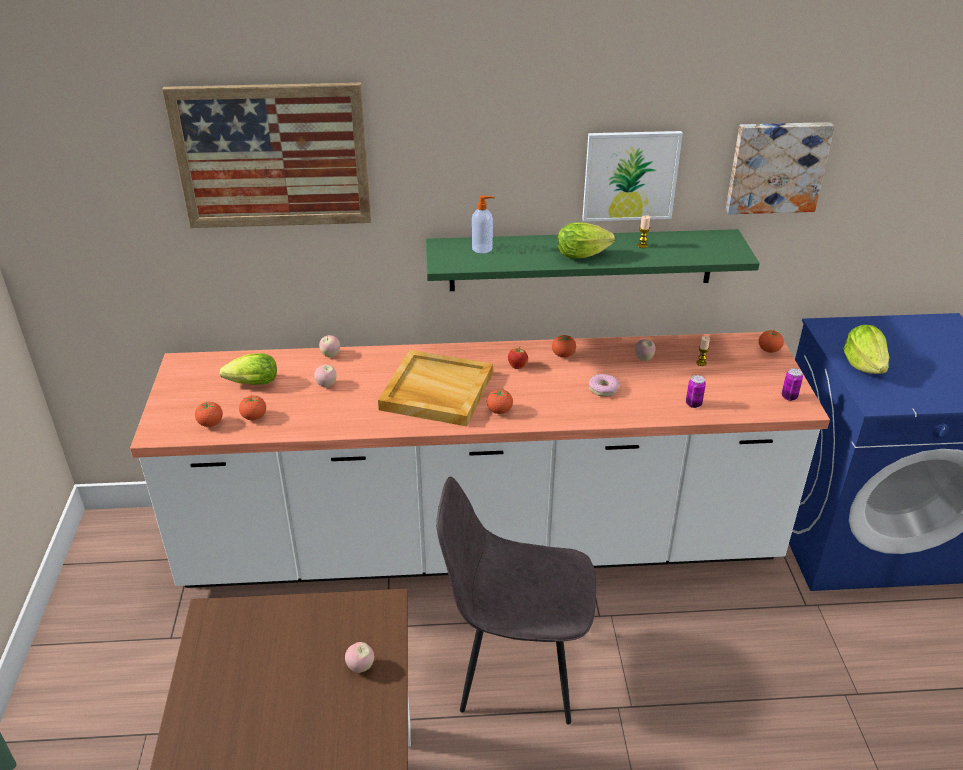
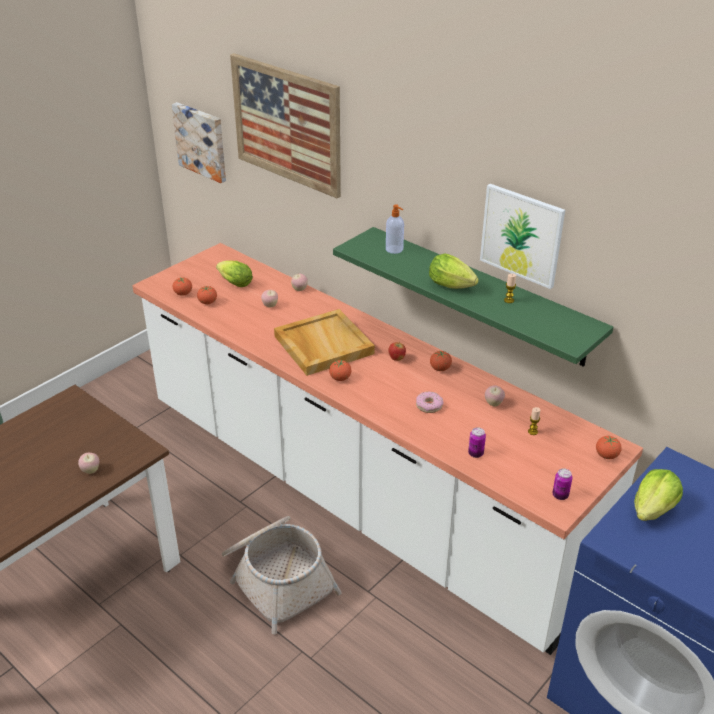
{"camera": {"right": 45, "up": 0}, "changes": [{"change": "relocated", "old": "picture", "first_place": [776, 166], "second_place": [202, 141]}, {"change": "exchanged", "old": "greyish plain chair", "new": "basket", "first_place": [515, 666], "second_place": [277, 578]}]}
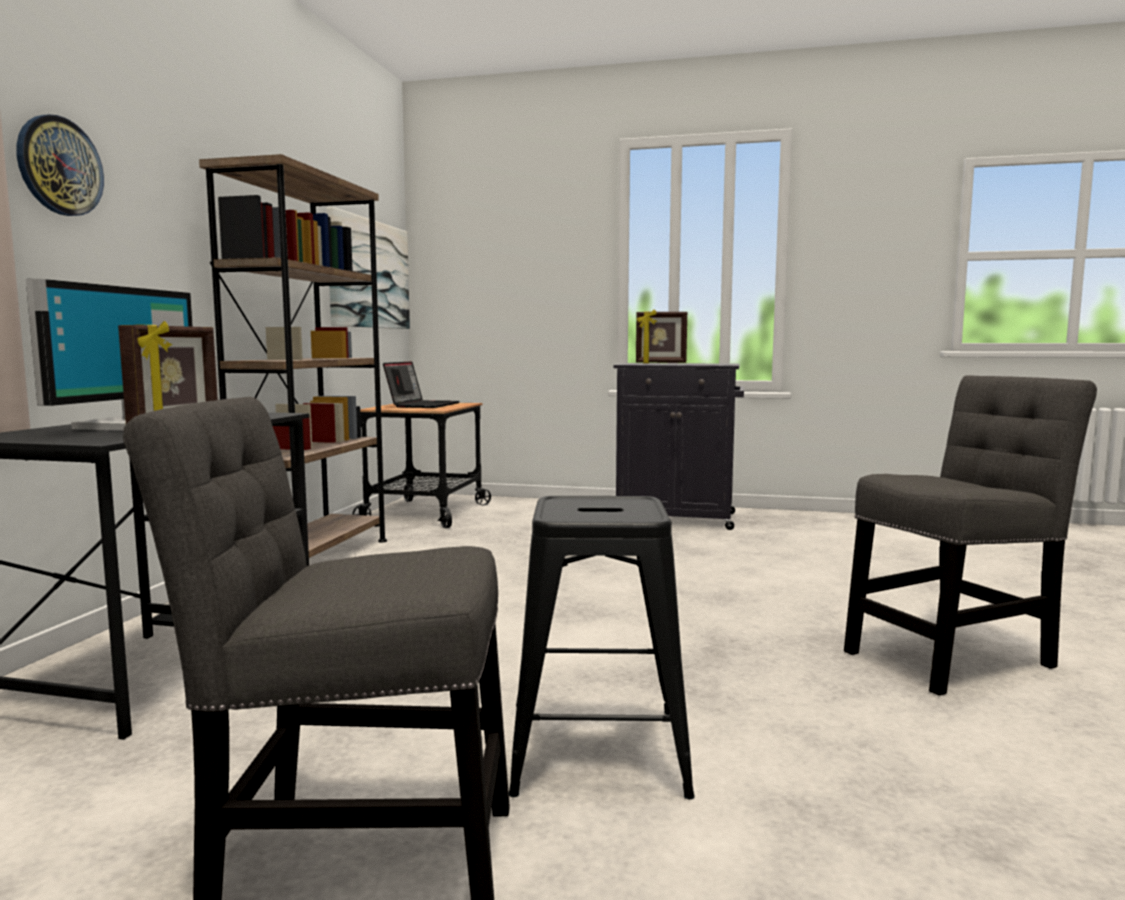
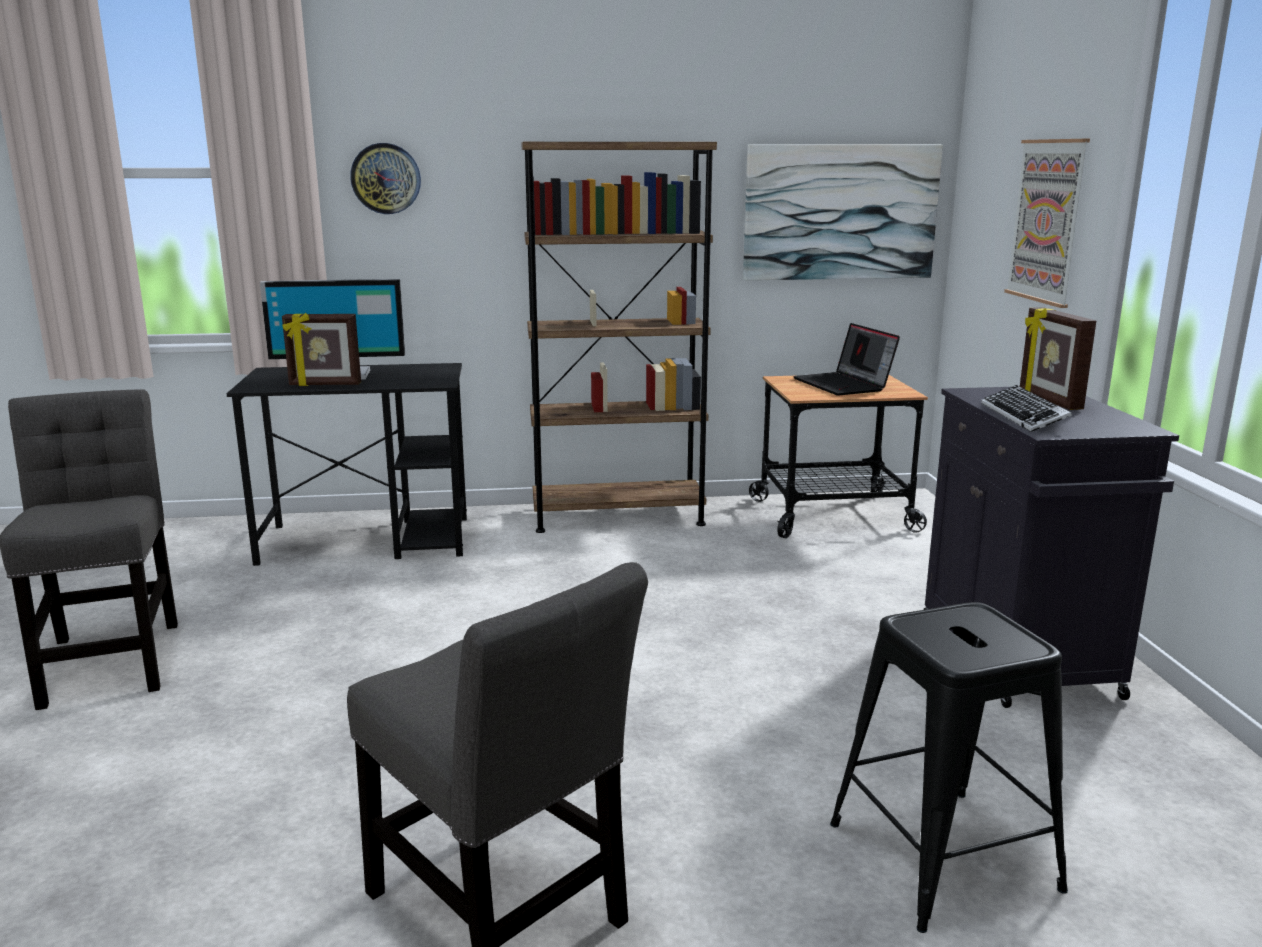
{"camera": {"right": 70, "up": 10}, "changes": [{"change": "spun", "old": "notebook computer", "first_place": [422, 405], "second_place": [844, 385], "degrees": 75}, {"change": "relocated", "old": "black sitting stool", "first_place": [599, 750], "second_place": [944, 857]}, {"change": "appeared", "new": "PC keyboard", "second_place": [1023, 416]}, {"change": "appeared", "new": "picture", "second_place": [1047, 221]}]}
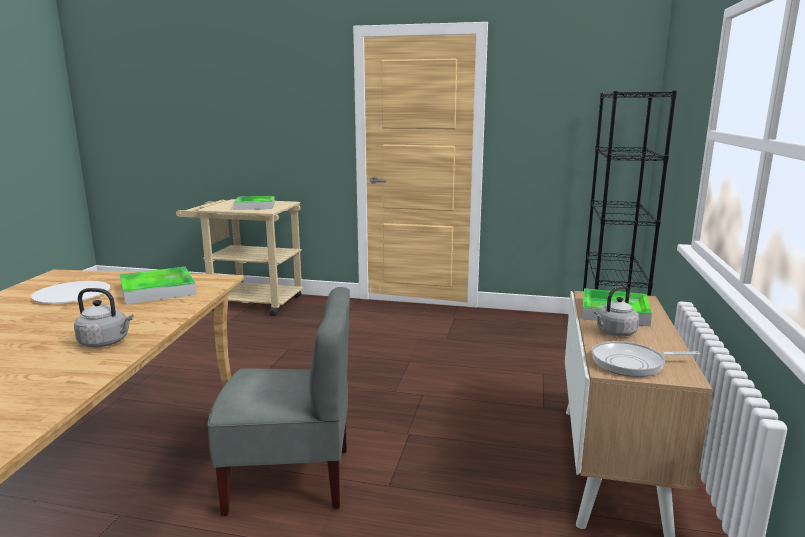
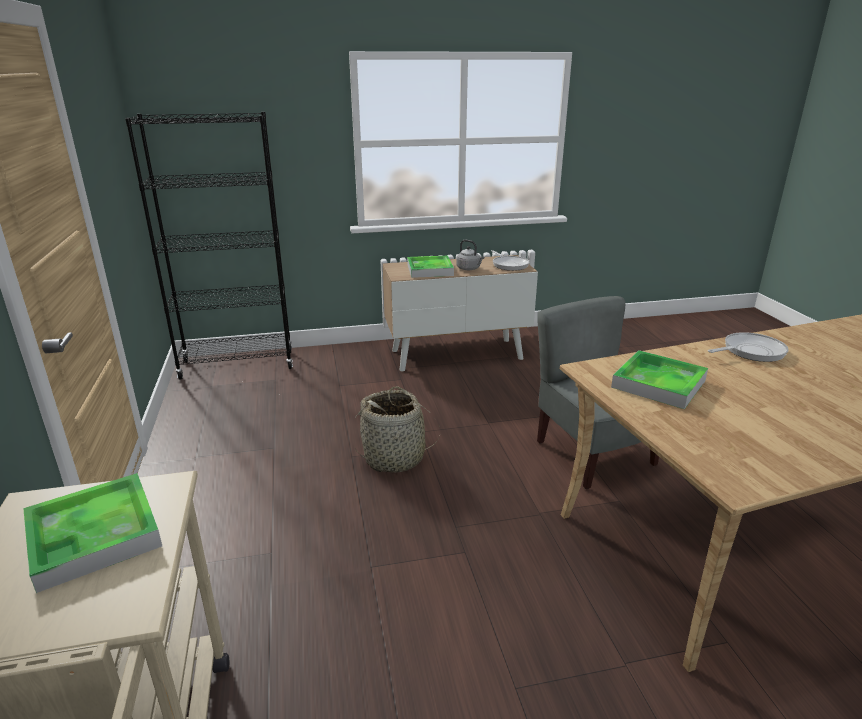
{"camera": {"right": -115, "up": 10}, "changes": [{"change": "appeared", "new": "basket", "second_place": [395, 458]}, {"change": "exchanged", "old": "greyish kettle", "new": "pan", "first_place": [106, 342], "second_place": [750, 351]}, {"change": "missing", "old": "white plate", "first_place": [72, 294]}]}
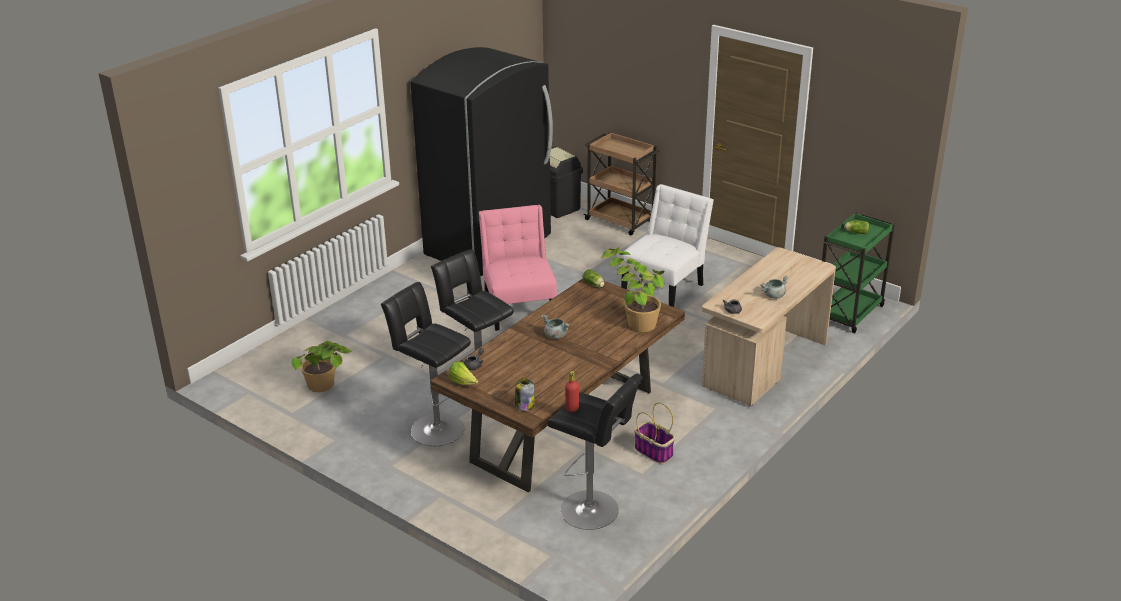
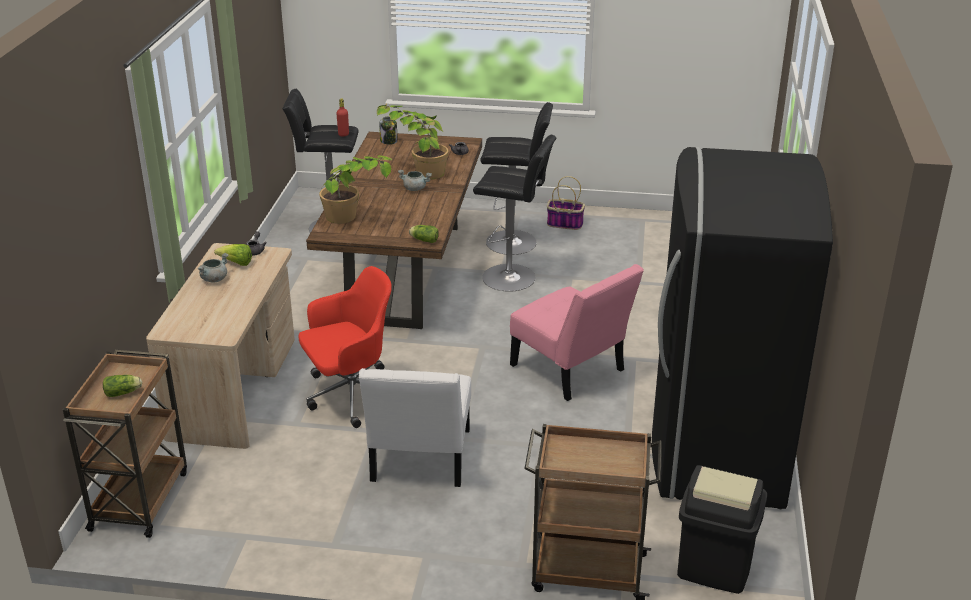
{"camera": {"right": 150, "up": 0}, "changes": [{"change": "colour", "old": "green-coloured cart", "new": "brownish cart", "first_place": [848, 314], "second_place": [140, 499]}, {"change": "relocated", "old": "lettuce", "first_place": [463, 382], "second_place": [236, 263]}, {"change": "appeared", "new": "red office chair", "second_place": [351, 396]}, {"change": "relocated", "old": "houseplant", "first_place": [326, 391], "second_place": [417, 170]}, {"change": "relocated", "old": "basket", "first_place": [654, 452], "second_place": [564, 224]}]}
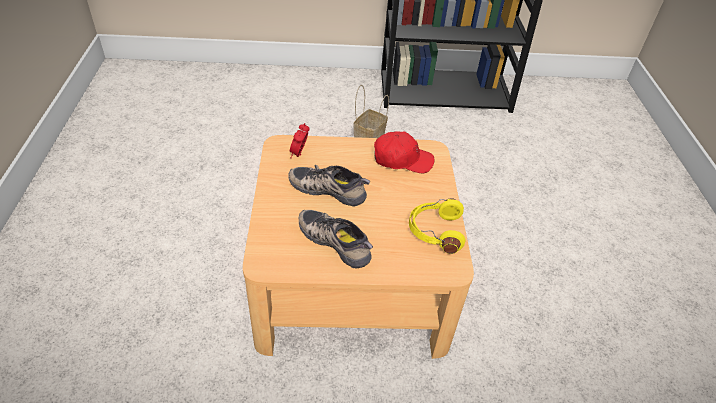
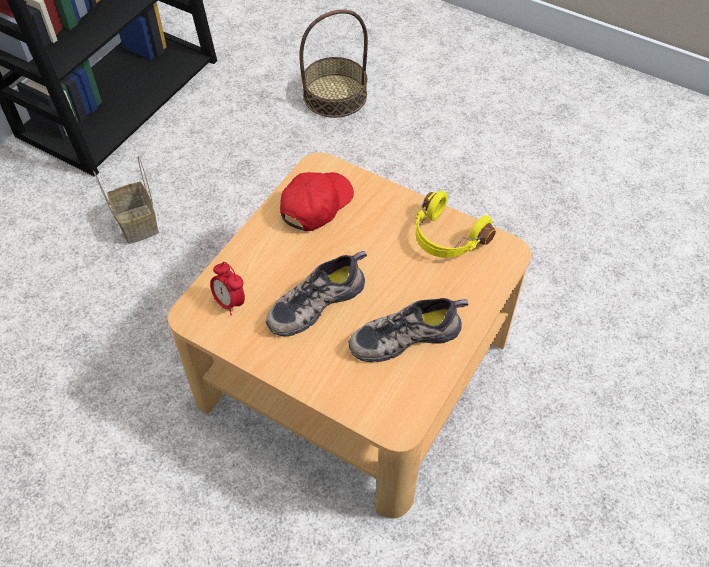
{"camera": {"right": -55, "up": 10}, "changes": [{"change": "appeared", "new": "basket", "second_place": [335, 95]}]}
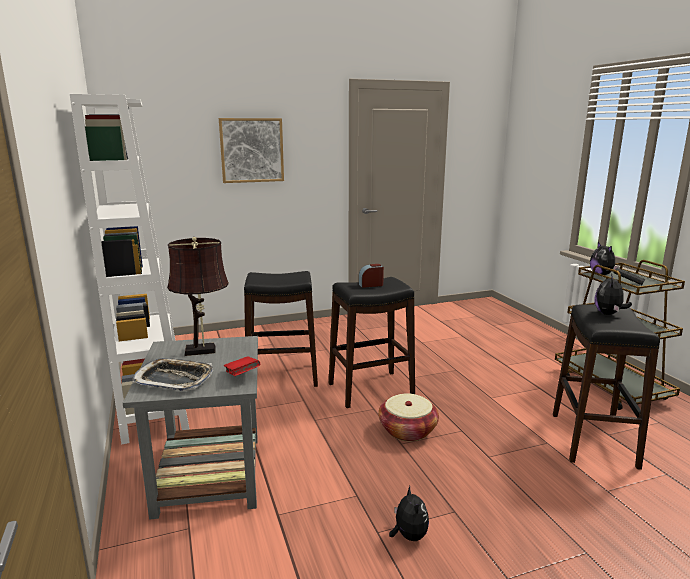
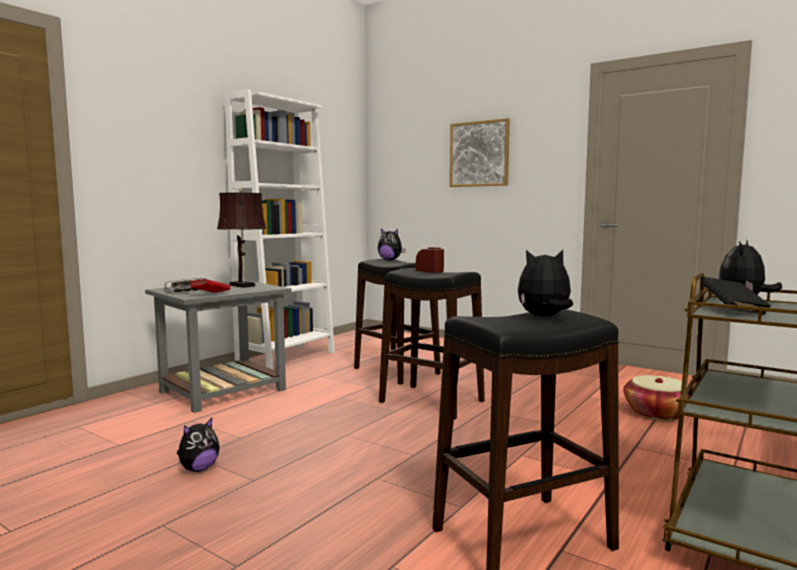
{"camera": {"right": 55, "up": -10}, "changes": [{"change": "appeared", "new": "soft toy", "second_place": [390, 260]}, {"change": "relocated", "old": "basket", "first_place": [407, 430], "second_place": [657, 413]}]}
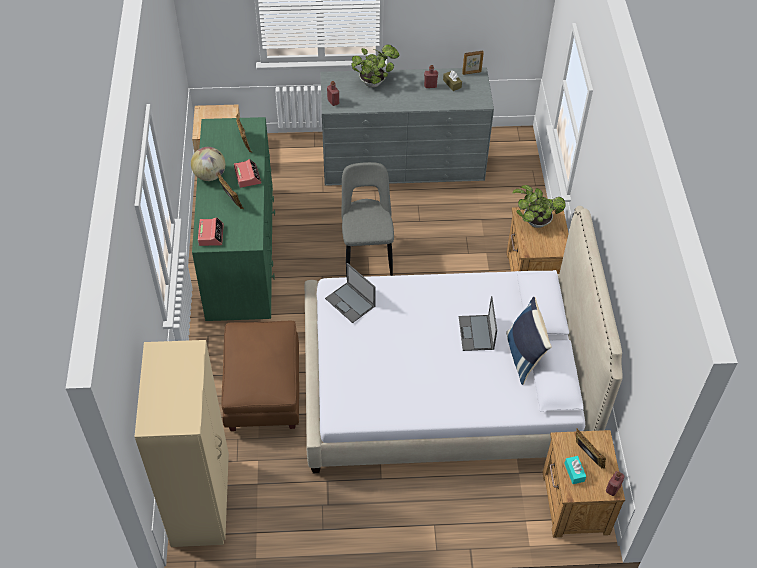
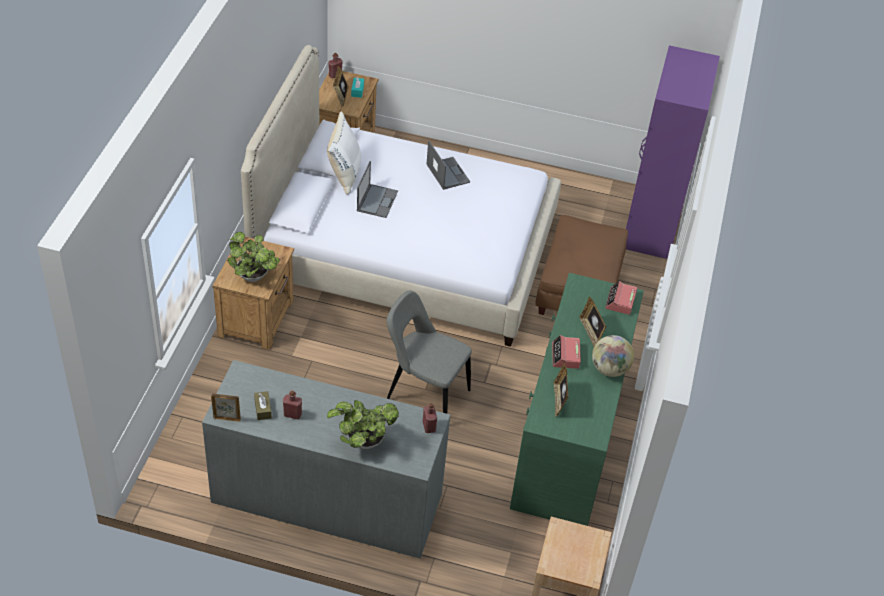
{"camera": {"right": -165, "up": -5}, "changes": [{"change": "colour", "old": "blue pillow", "new": "white pillow", "first_place": [524, 356], "second_place": [344, 173]}, {"change": "spun", "old": "greyish plain chair", "first_place": [367, 253], "second_place": [424, 393], "degrees": 105}, {"change": "relocated", "old": "notebook computer", "first_place": [350, 302], "second_place": [447, 173]}, {"change": "colour", "old": "sand-coloured clothes cupboard", "new": "purplish clothes cupboard", "first_place": [201, 500], "second_place": [651, 226]}]}
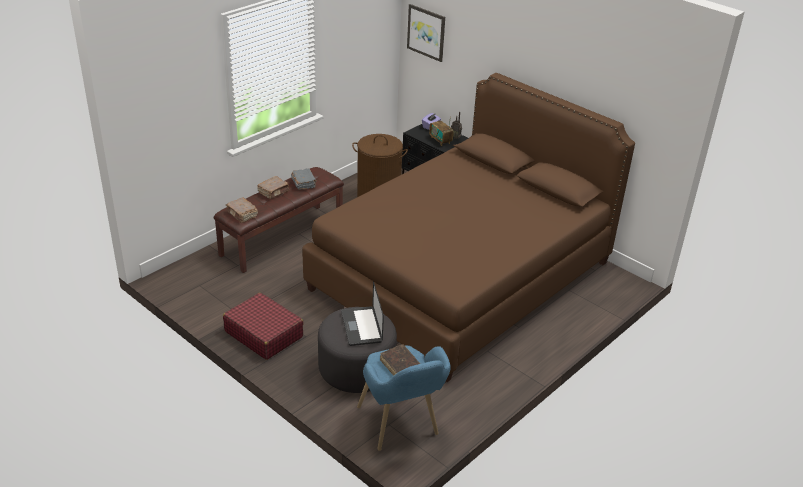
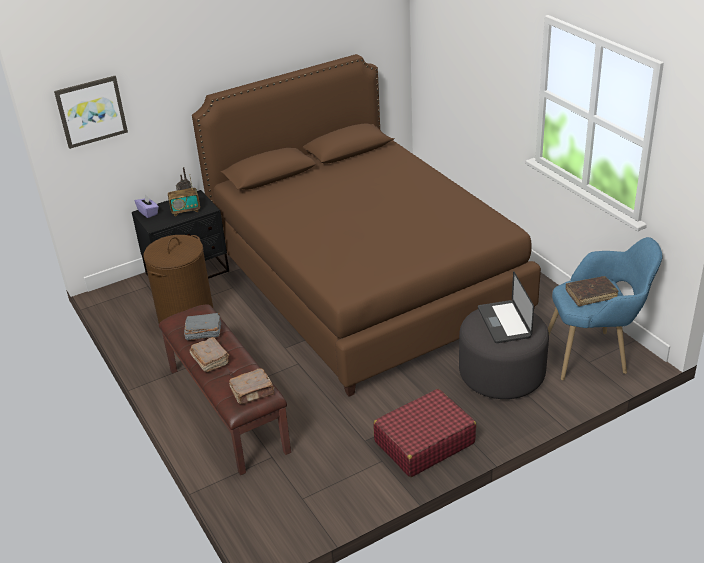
{"camera": {"right": -70, "up": 0}, "changes": [{"change": "spun", "old": "notebook computer", "first_place": [361, 327], "second_place": [504, 322], "degrees": 75}]}
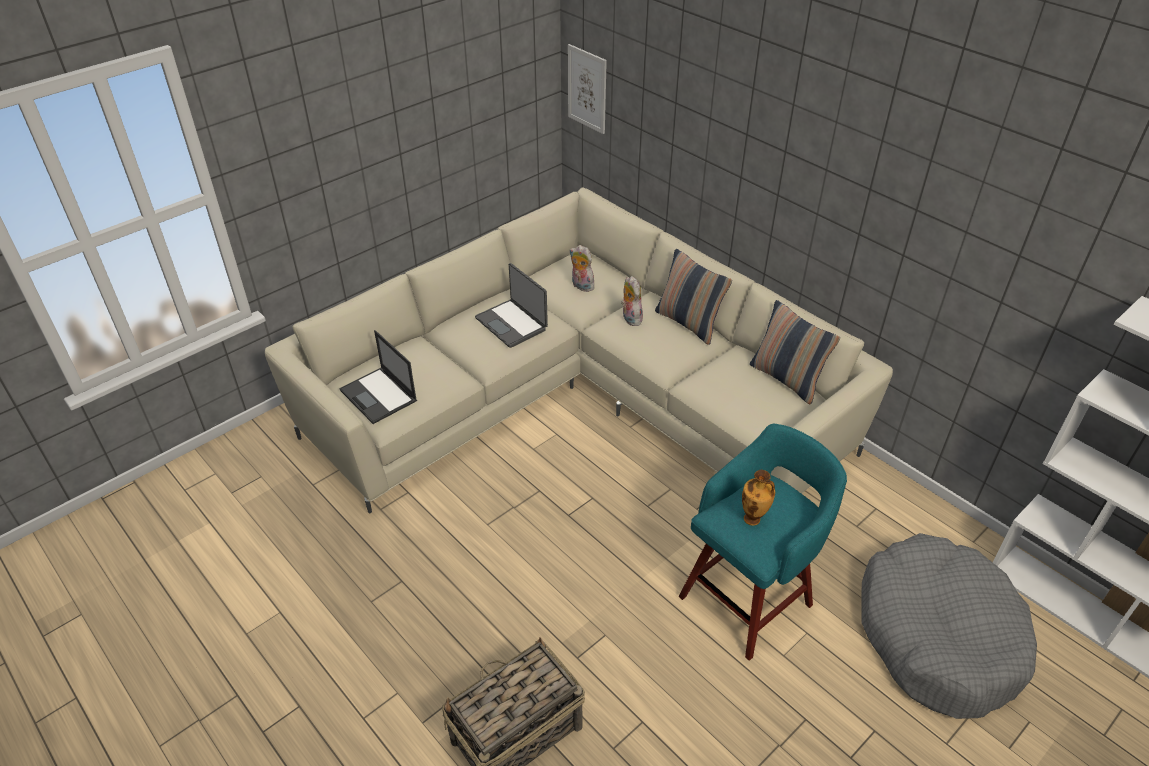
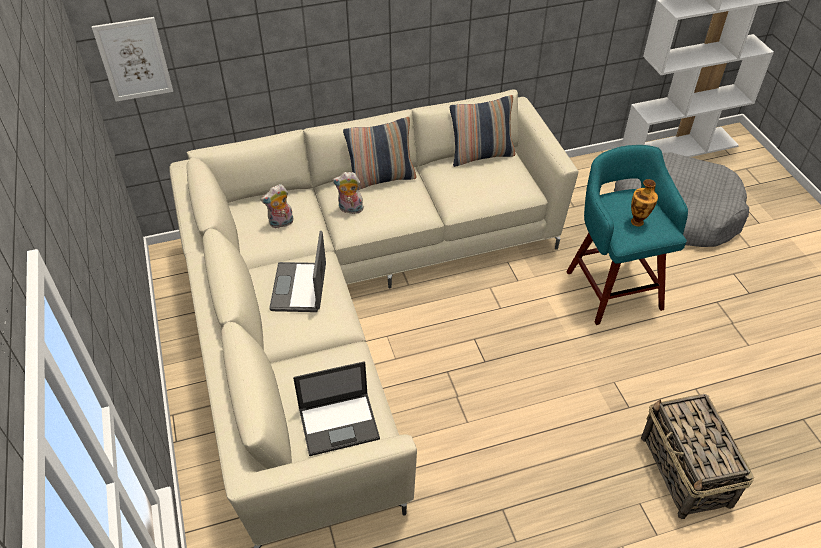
{"camera": {"right": -65, "up": 5}, "changes": [{"change": "spun", "old": "notebook computer", "first_place": [512, 323], "second_place": [300, 288], "degrees": 105}]}
